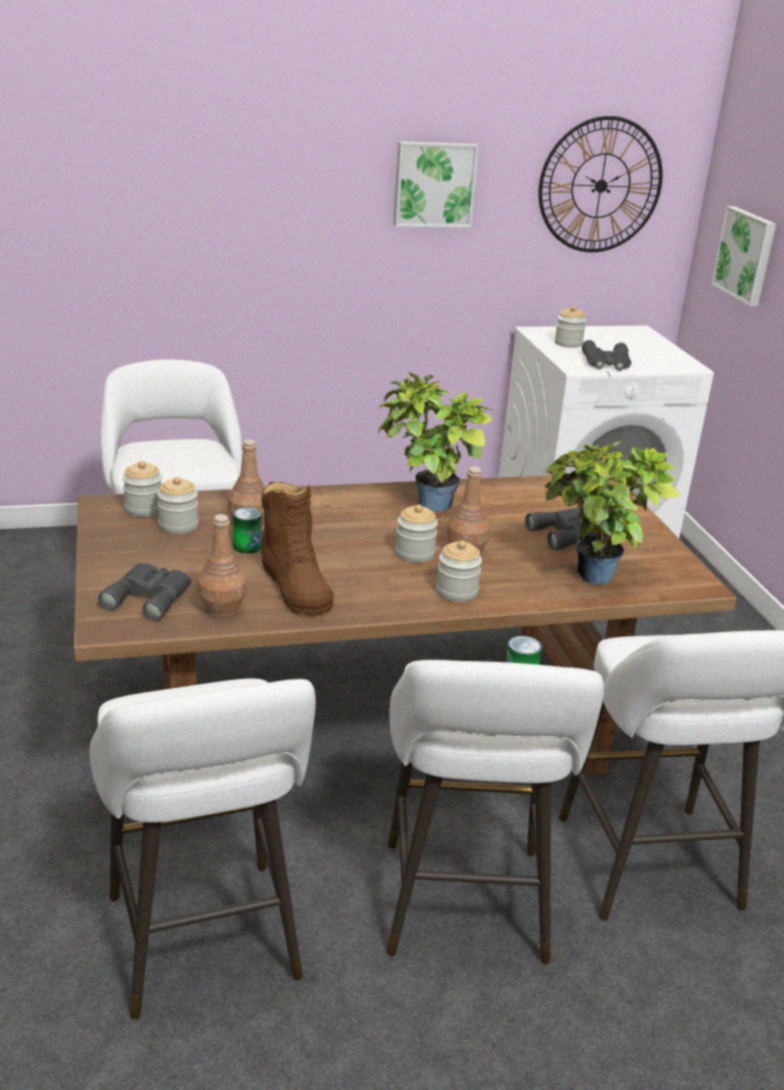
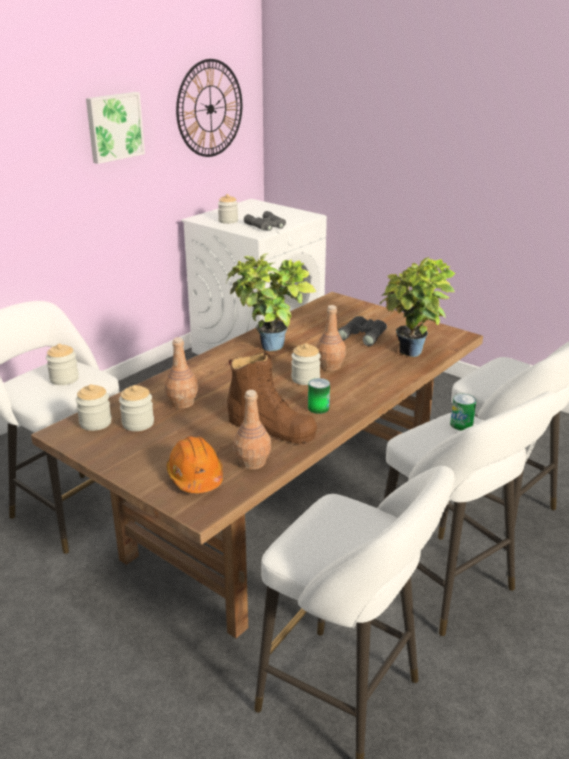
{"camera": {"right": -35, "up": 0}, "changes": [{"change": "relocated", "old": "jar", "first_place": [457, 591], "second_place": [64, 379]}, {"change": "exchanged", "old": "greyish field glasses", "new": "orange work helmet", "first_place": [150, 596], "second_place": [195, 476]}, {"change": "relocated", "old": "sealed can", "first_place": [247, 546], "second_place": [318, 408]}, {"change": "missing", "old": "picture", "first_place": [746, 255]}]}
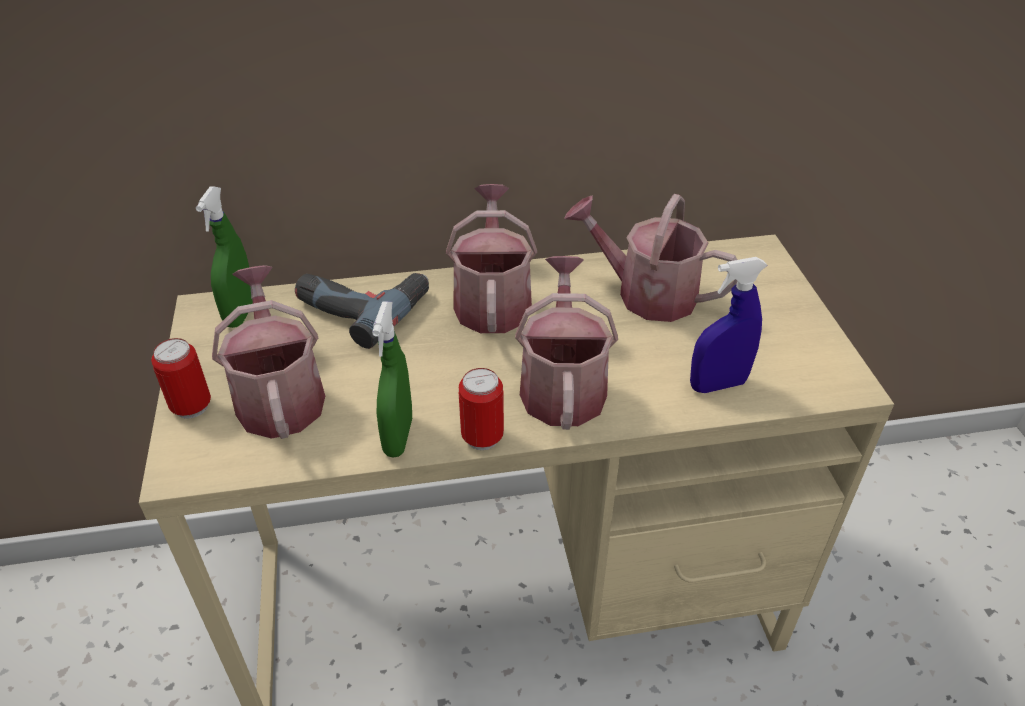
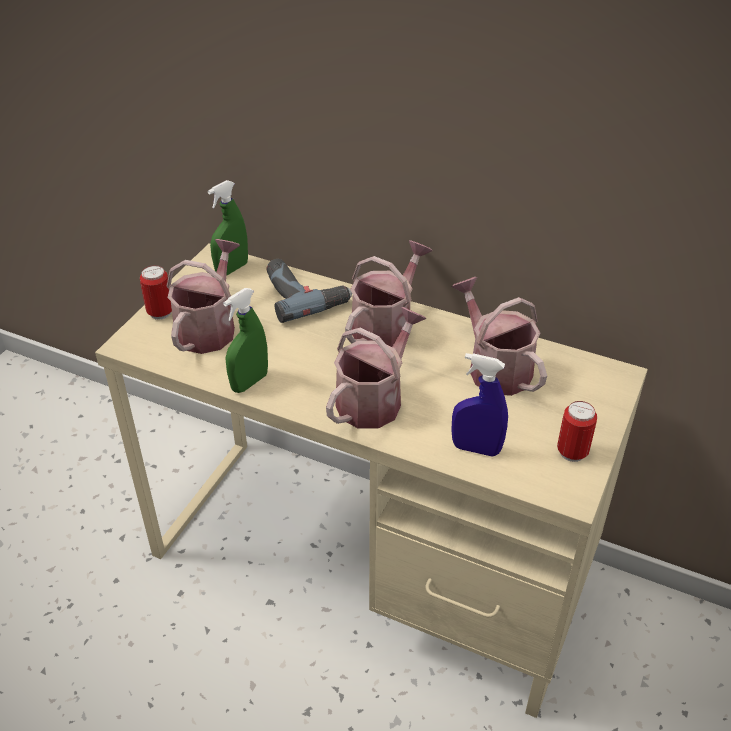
{"camera": {"right": 35, "up": 0}, "changes": [{"change": "relocated", "old": "sealed can", "first_place": [482, 437], "second_place": [572, 452]}]}
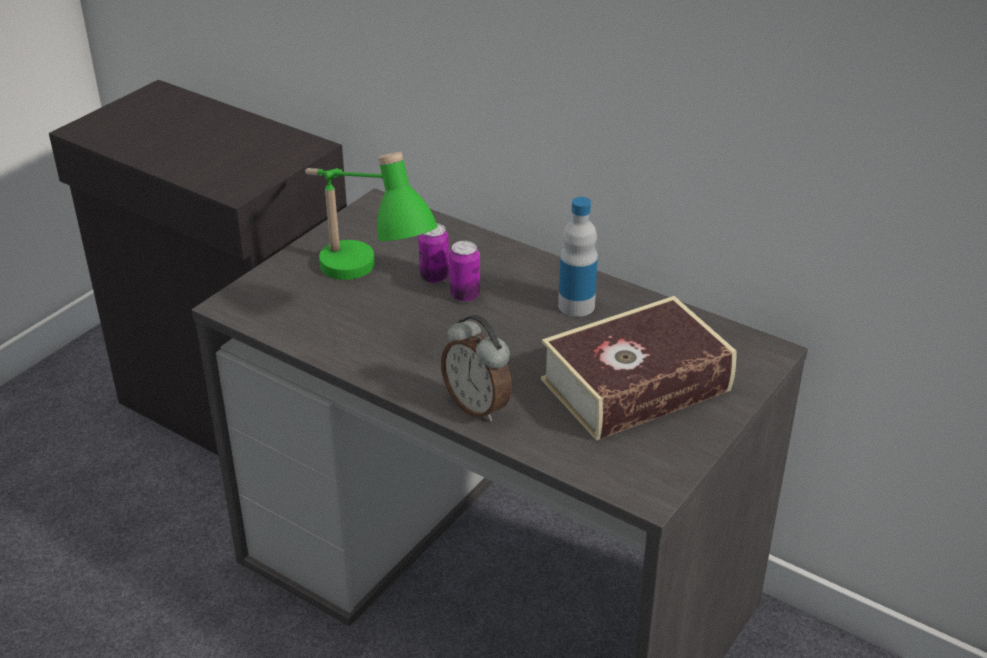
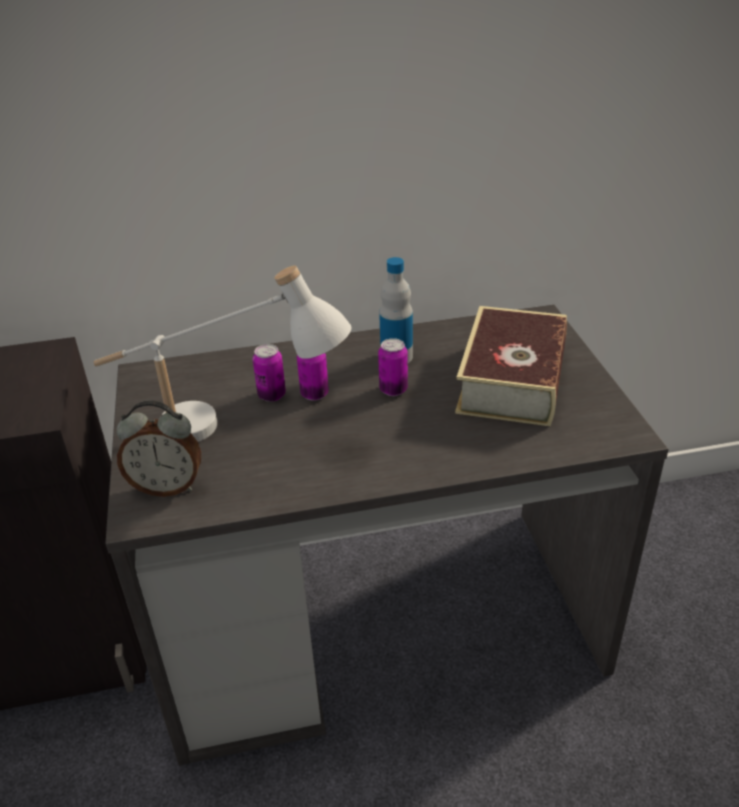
{"camera": {"right": -45, "up": 0}, "changes": [{"change": "colour", "old": "green-coloured tabletop lamp", "new": "white tabletop lamp", "first_place": [364, 285], "second_place": [228, 432]}, {"change": "relocated", "old": "bedside clock", "first_place": [478, 406], "second_place": [167, 486]}, {"change": "appeared", "new": "sealed can", "second_place": [393, 390]}]}
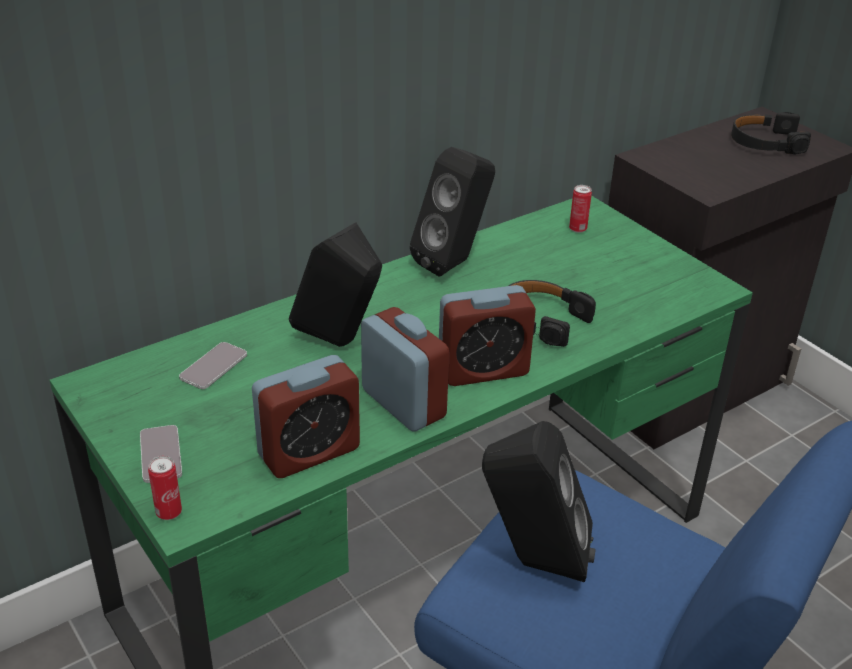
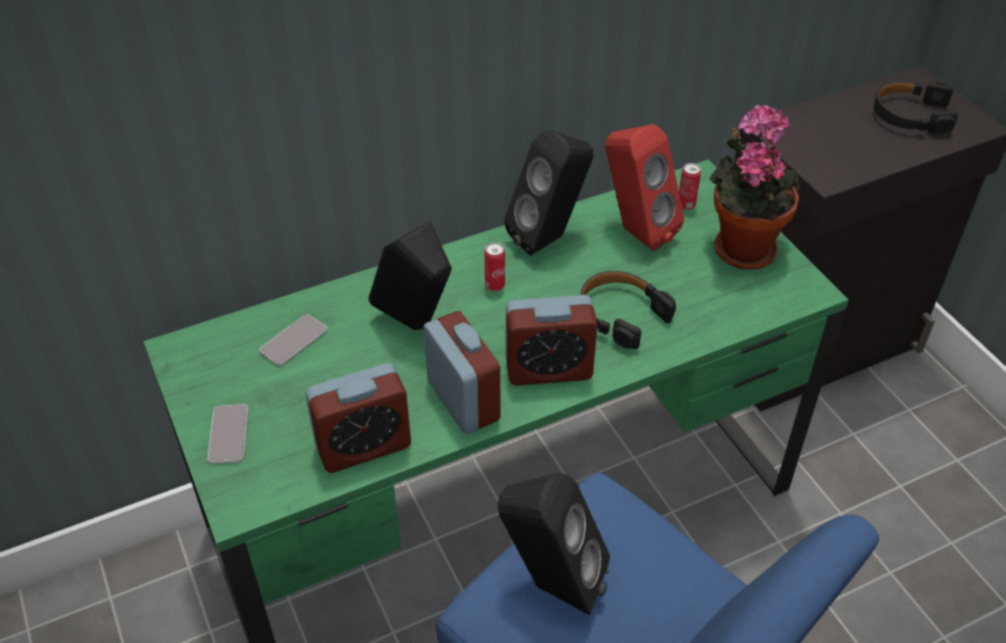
{"camera": {"right": 10, "up": 10}, "changes": [{"change": "relocated", "old": "sealed can", "first_place": [169, 512], "second_place": [494, 286]}, {"change": "appeared", "new": "red loudspeaker", "second_place": [635, 231]}, {"change": "appeared", "new": "houseplant", "second_place": [742, 246]}]}
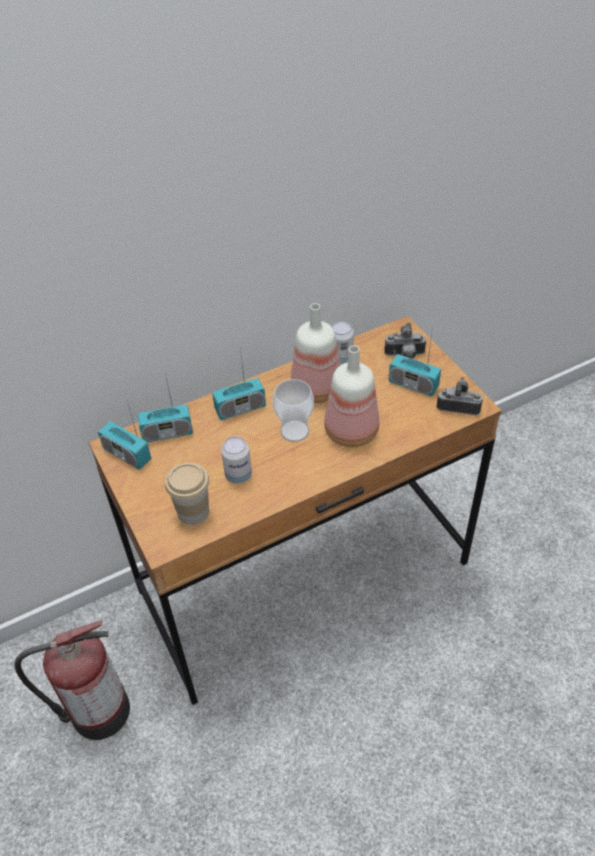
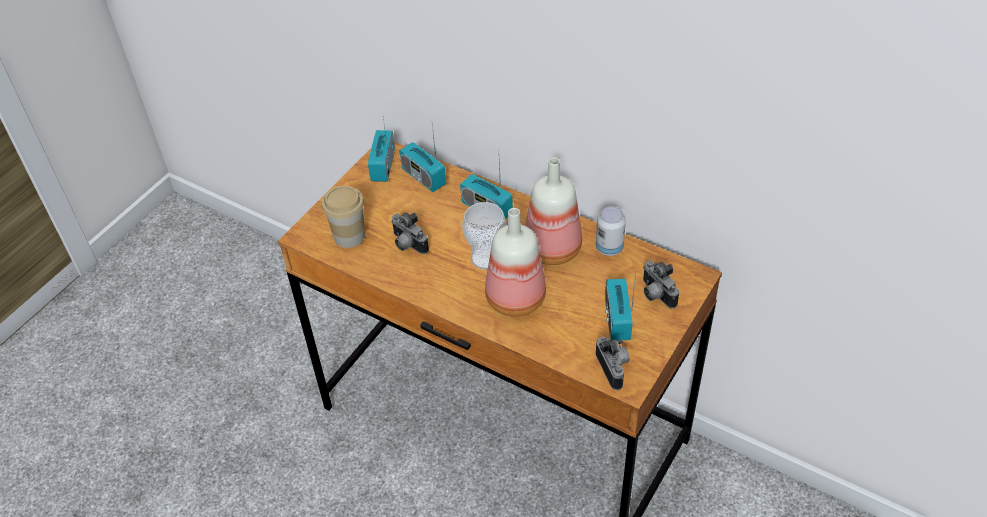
{"camera": {"right": 60, "up": 0}, "changes": [{"change": "exchanged", "old": "sealed can", "new": "photo camera", "first_place": [238, 475], "second_place": [407, 245]}, {"change": "missing", "old": "fire extinguisher", "first_place": [96, 712]}]}
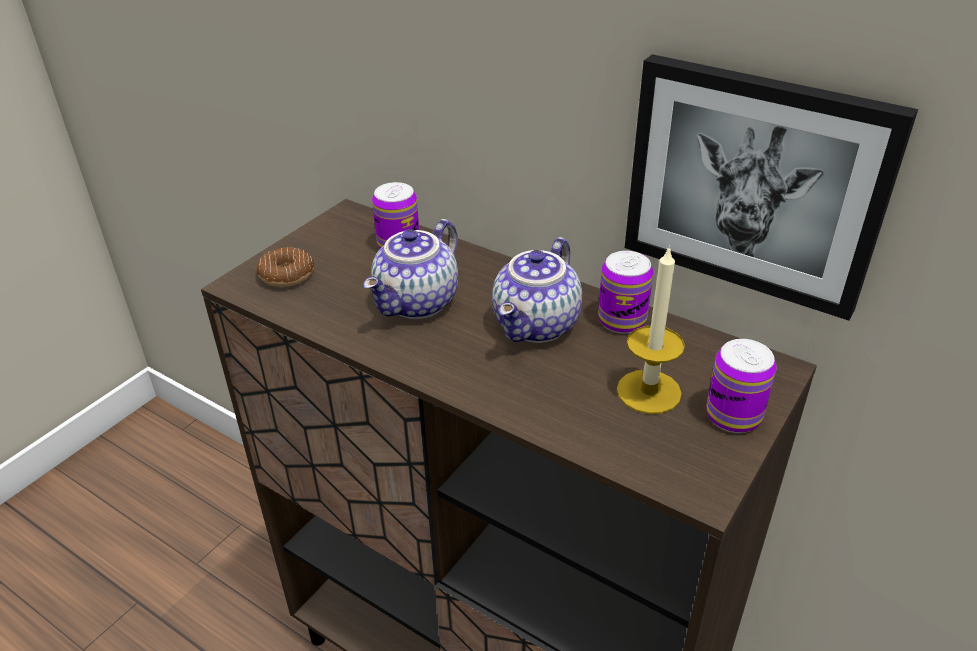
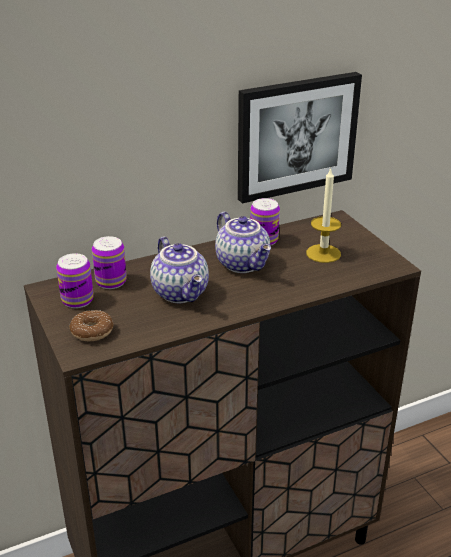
{"camera": {"right": -60, "up": -5}, "changes": [{"change": "relocated", "old": "sealed can", "first_place": [733, 416], "second_place": [77, 300]}]}
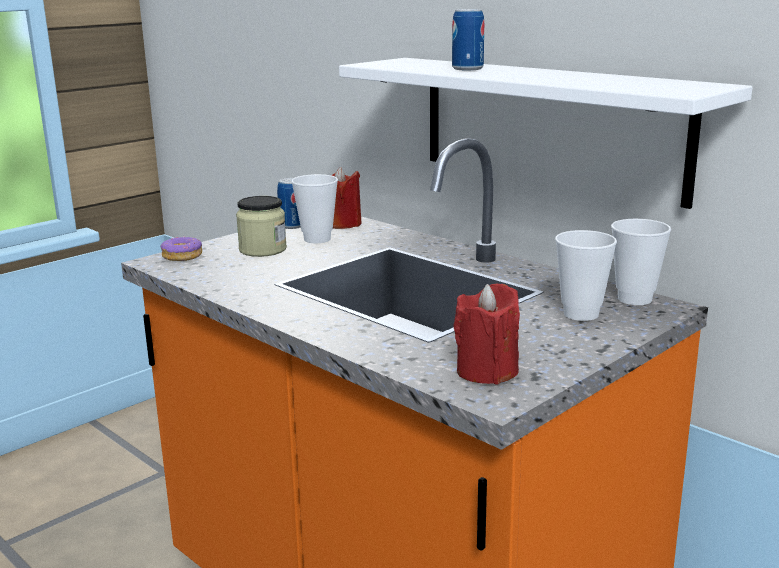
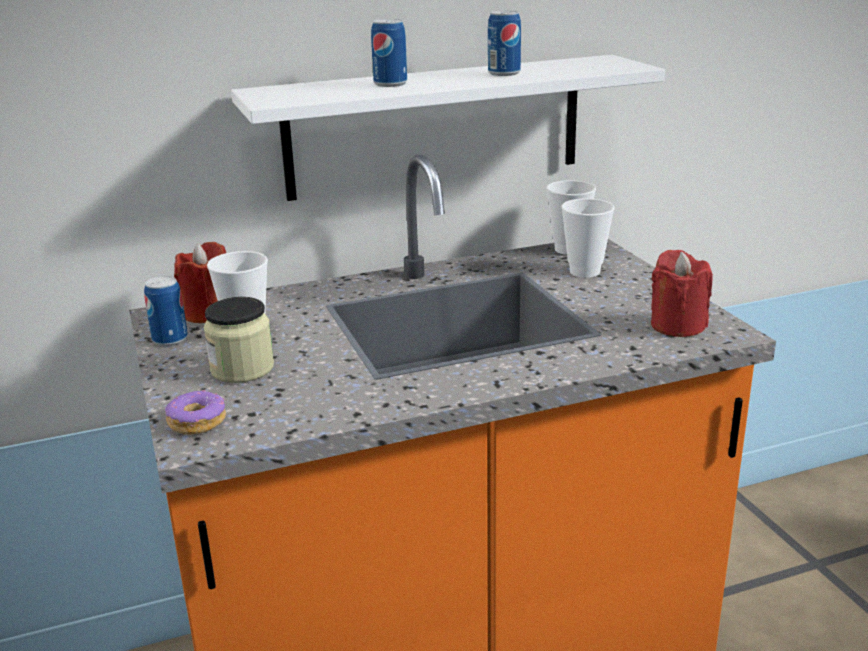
{"camera": {"right": -65, "up": 5}, "changes": [{"change": "appeared", "new": "sealed can", "second_place": [504, 73]}]}
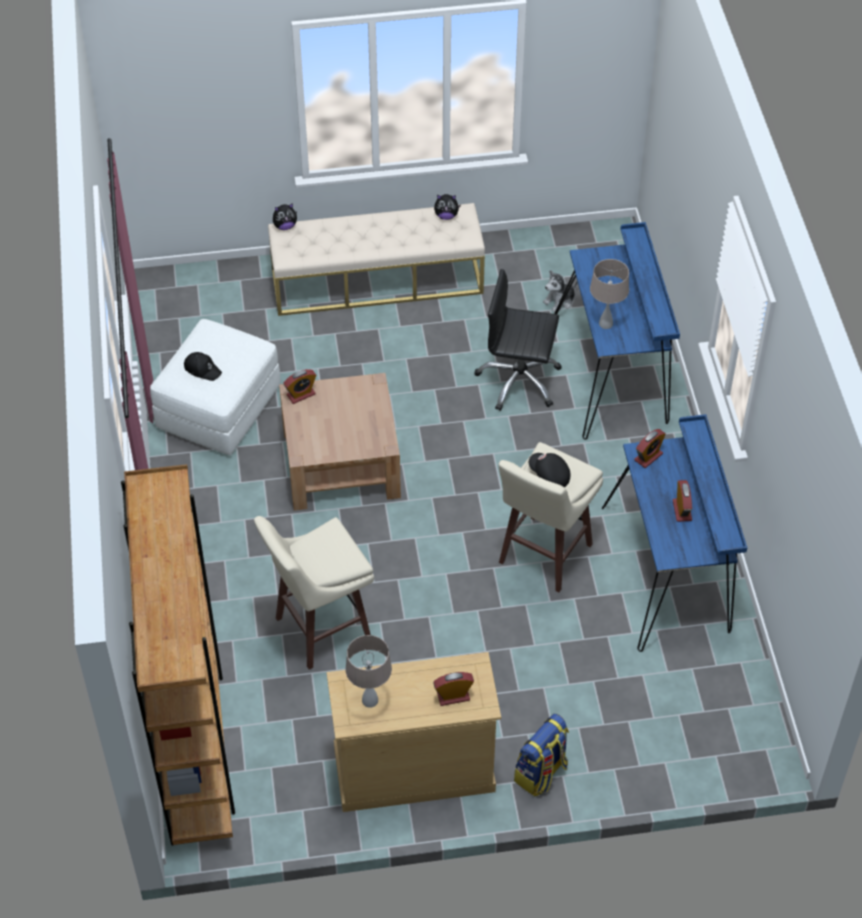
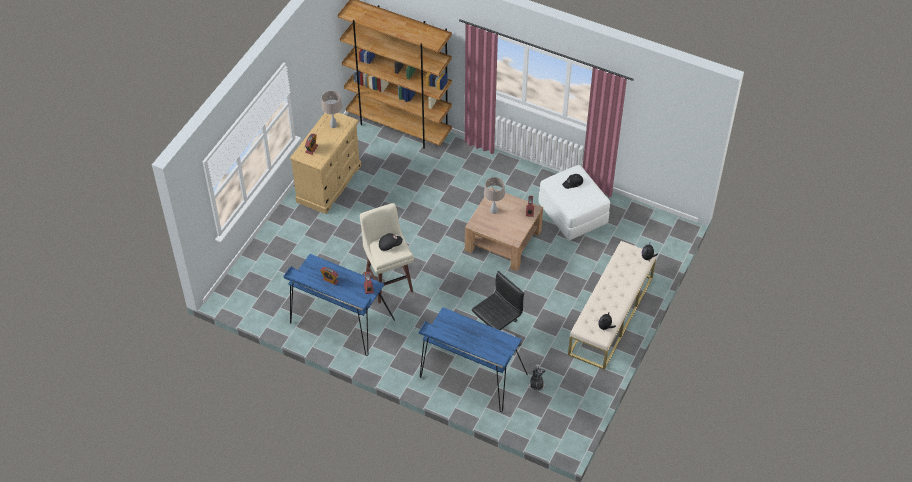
{"camera": {"right": 125, "up": 0}, "changes": [{"change": "relocated", "old": "sand-coloured tabletop lamp", "first_place": [605, 324], "second_place": [493, 210]}, {"change": "missing", "old": "sand-coloured sitting stool", "first_place": [320, 629]}, {"change": "missing", "old": "rucksack", "first_place": [541, 773]}]}
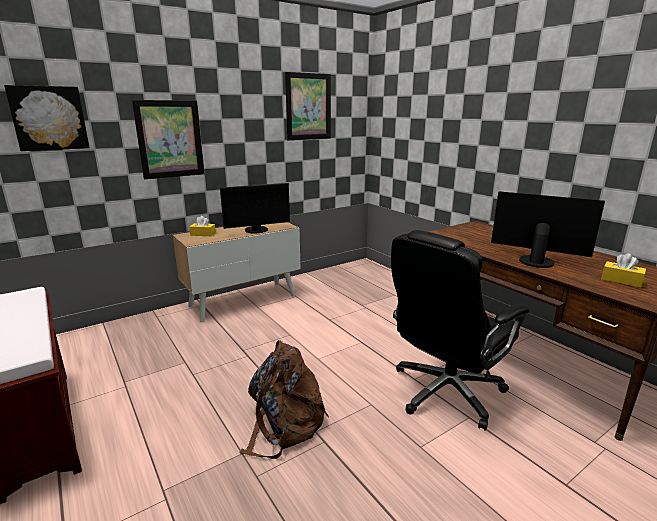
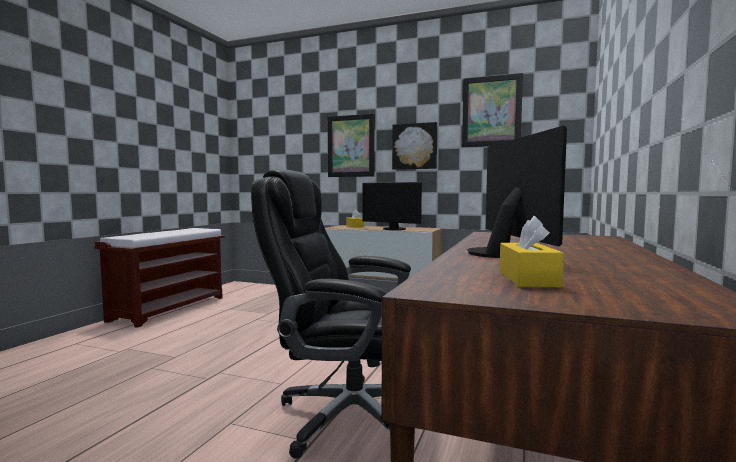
{"camera": {"right": 55, "up": -15}, "changes": [{"change": "relocated", "old": "picture", "first_place": [49, 118], "second_place": [415, 146]}, {"change": "missing", "old": "brownish rucksack", "first_place": [284, 424]}]}
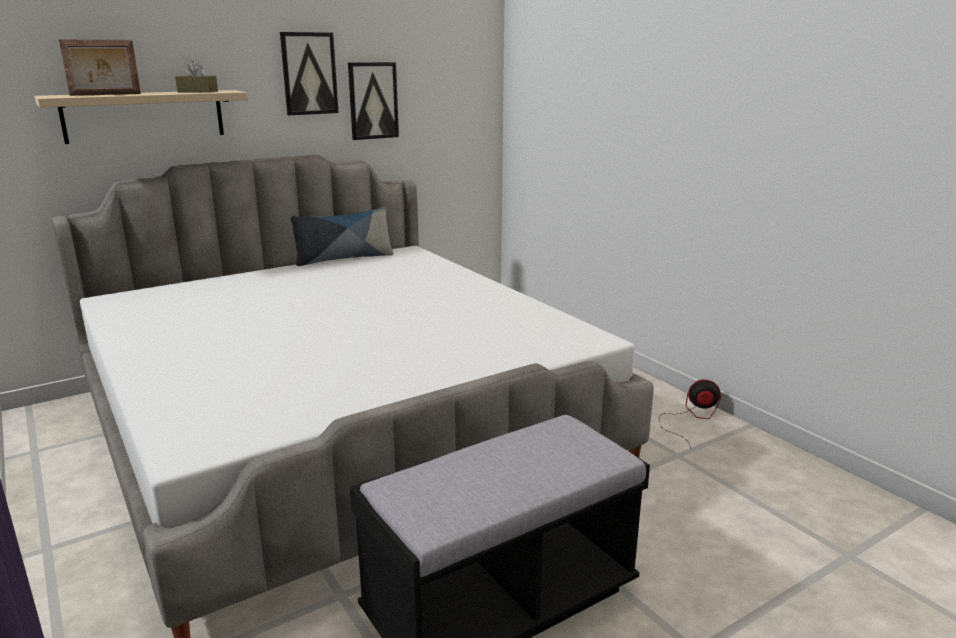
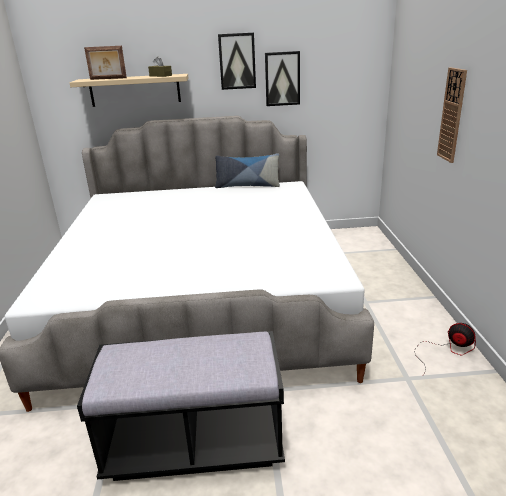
{"camera": {"right": 30, "up": 5}, "changes": [{"change": "appeared", "new": "hanging clock", "second_place": [452, 115]}]}
